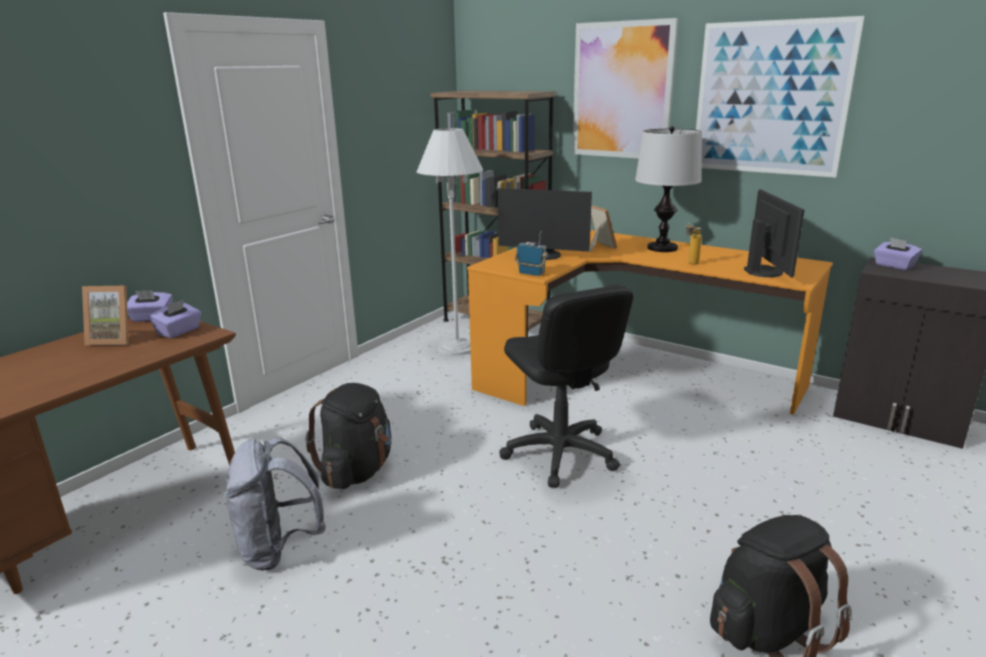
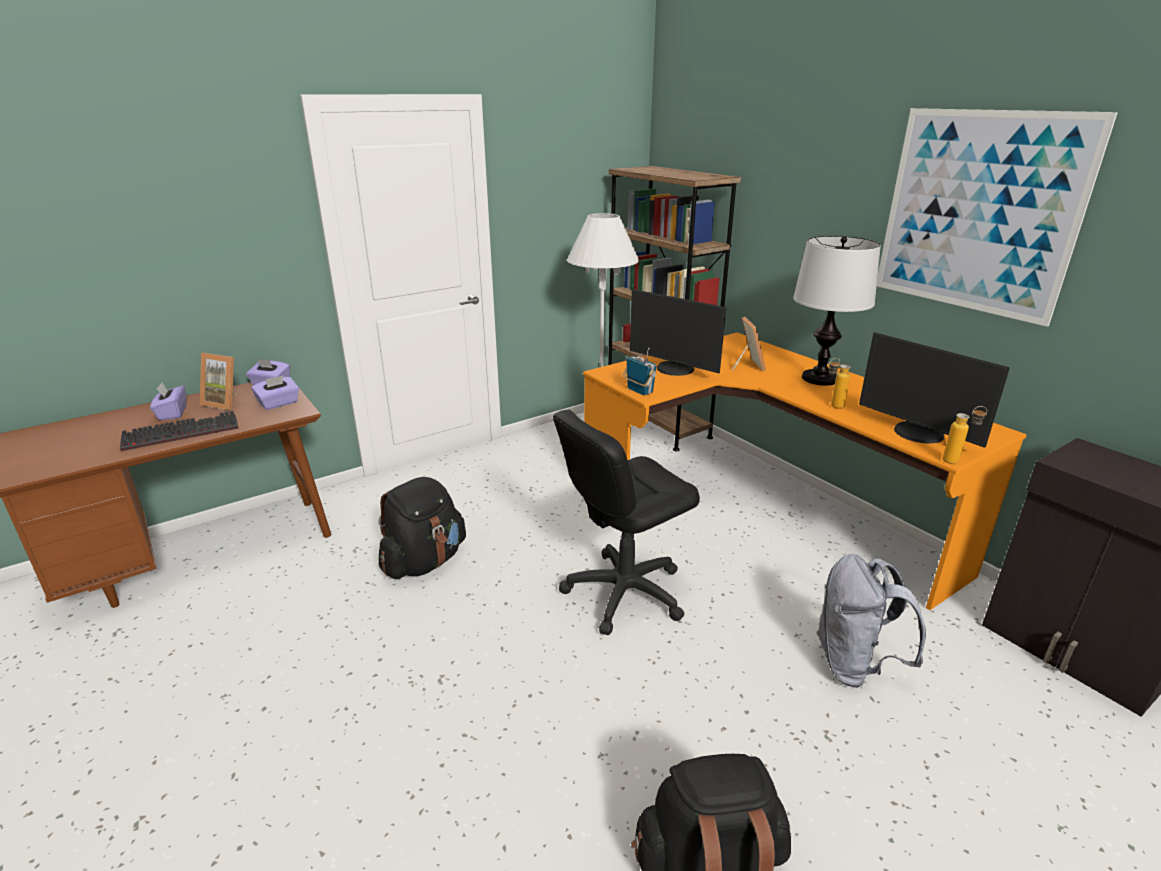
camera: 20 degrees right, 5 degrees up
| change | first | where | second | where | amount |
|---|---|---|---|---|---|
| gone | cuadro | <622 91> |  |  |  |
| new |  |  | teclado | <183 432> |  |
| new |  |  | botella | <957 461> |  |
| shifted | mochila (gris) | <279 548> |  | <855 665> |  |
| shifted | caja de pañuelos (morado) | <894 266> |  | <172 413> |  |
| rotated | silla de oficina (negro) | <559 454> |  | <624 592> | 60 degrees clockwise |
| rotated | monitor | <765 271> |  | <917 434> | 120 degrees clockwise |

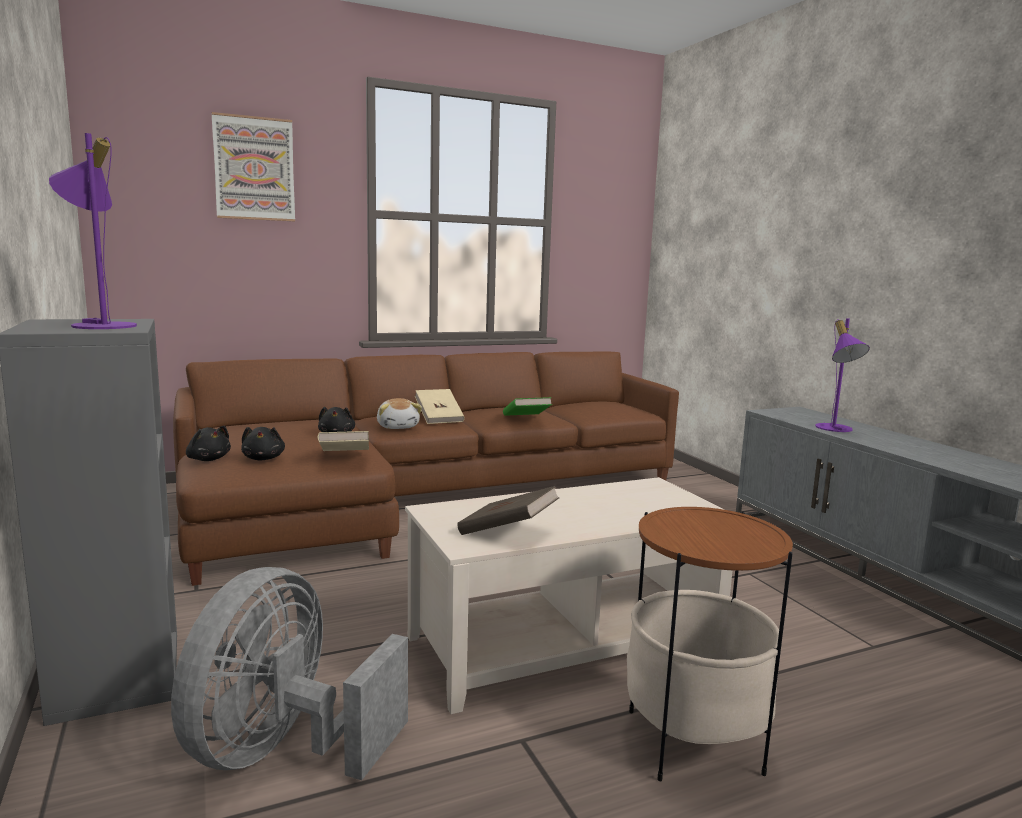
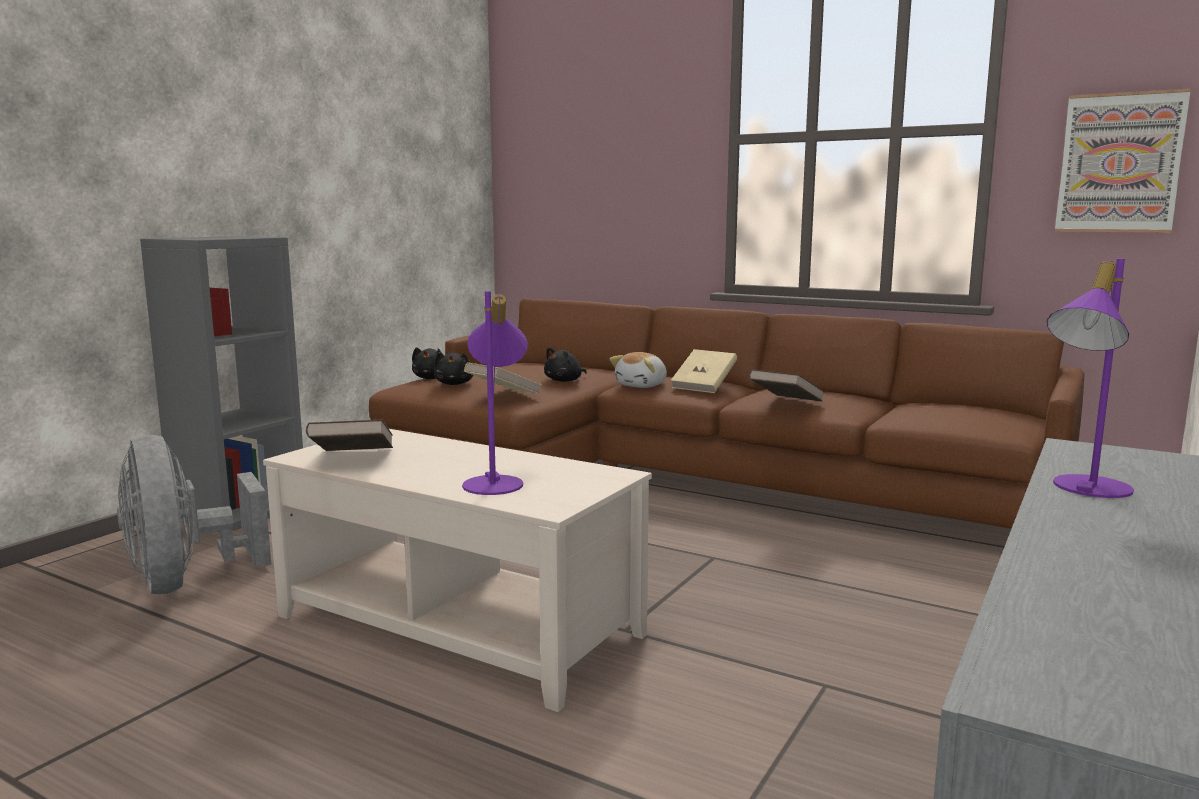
camera: 55 degrees right, 0 degrees up
| change | first | where | second | where | amount |
|---|---|---|---|---|---|
| gone | mesa auxiliar | <693 742> |  |  |  |
| shifted | lámpara de mesa (morado) | <100 325> |  | <496 481> |  |
| shifted | cuadro | <254 169> |  | <1119 163> |  |
| repainted | libro (verde) | <526 419> | libro (marrón) | <786 403> |  |
| rotated | ventilador (gris) | <285 750> |  | <186 581> | 105 degrees counterclockwise |
| rotated | peluche (negro) | <263 458> |  | <454 384> | 45 degrees counterclockwise |

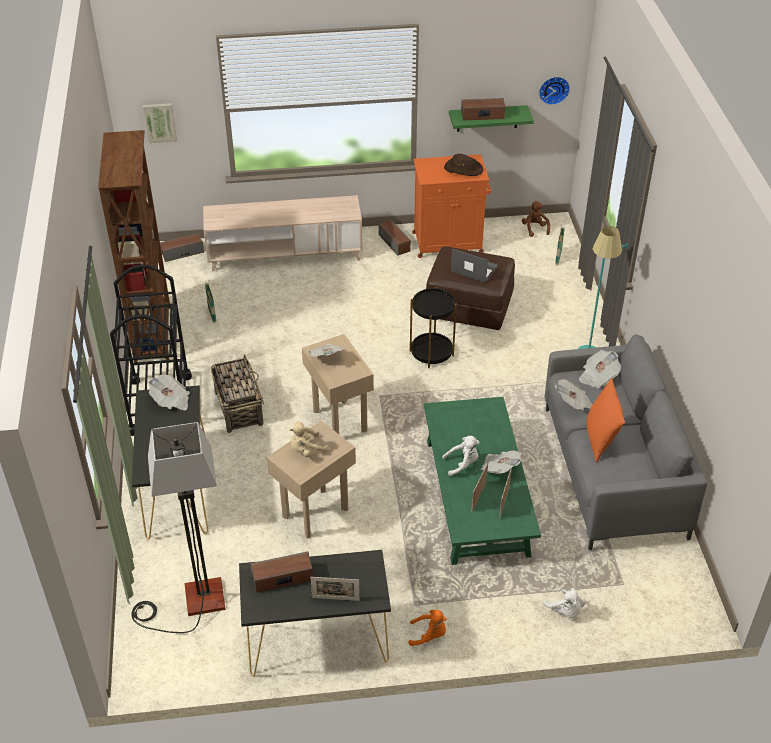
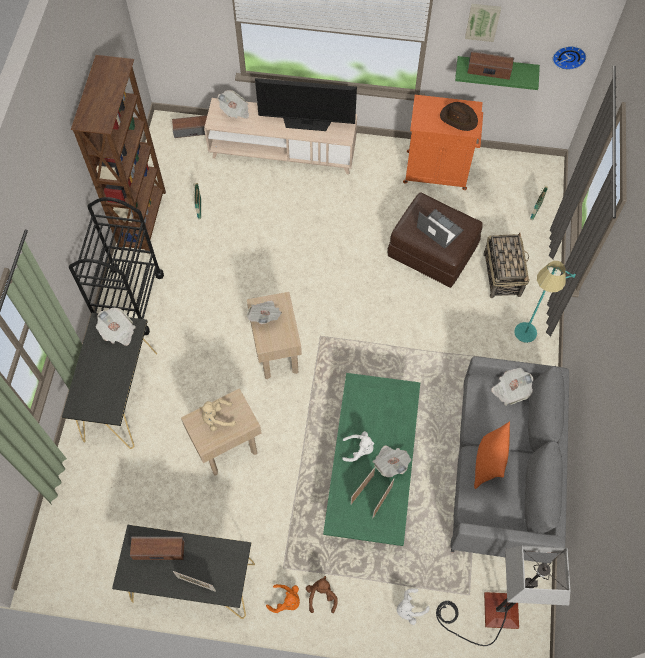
camera: 15 degrees right, 20 degrees up
| change | first | where | second | where | amount |
|---|---|---|---|---|---|
| gone | altavoz | <394 243> |  |  |  |
| gone | mesa auxiliar (negro) | <431 353> |  |  |  |
| new |  |  | televisor | <307 122> |  |
| shifted | lámpara de pie | <191 603> |  | <489 614> |  |
| shifted | cuadro | <160 122> |  | <482 21> |  |
| shifted | cesta | <239 408> |  | <502 274> |  |
| shifted | peluche (marrón) | <534 228> |  | <321 595> |  |
| shifted | periódico | <573 403> |  | <235 111> |  |
| rotated | peluche (blanco) | <565 611> |  | <409 609> | 75 degrees clockwise |

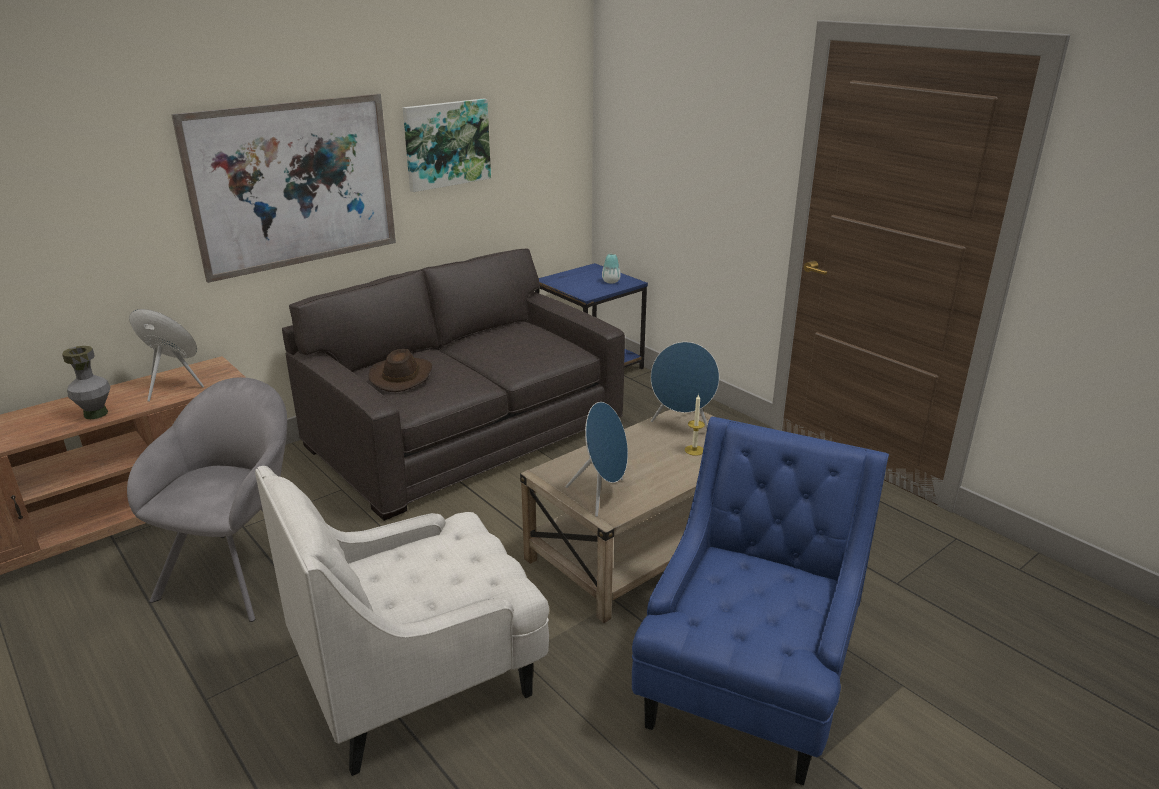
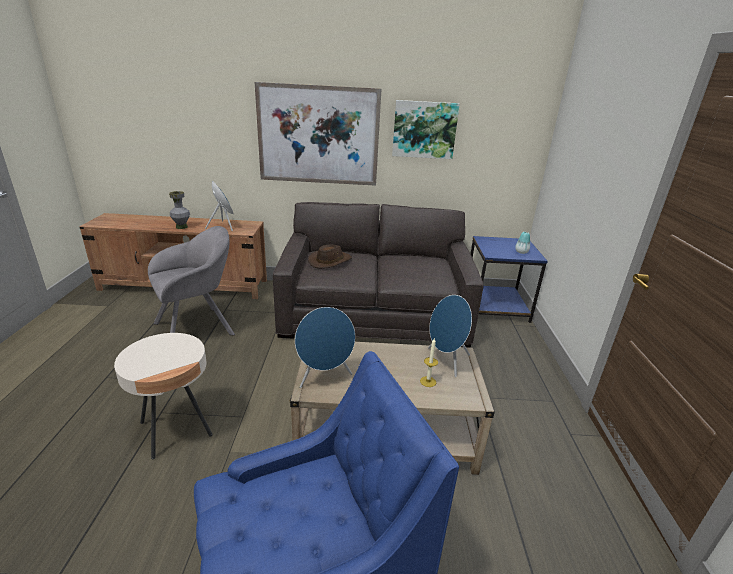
camera: 40 degrees right, 0 degrees up
| change | first | where | second | where | amount |
|---|---|---|---|---|---|
| swapped | sillón (blanco) | <420 680> | mesa auxiliar (beis) | <176 429> |  |

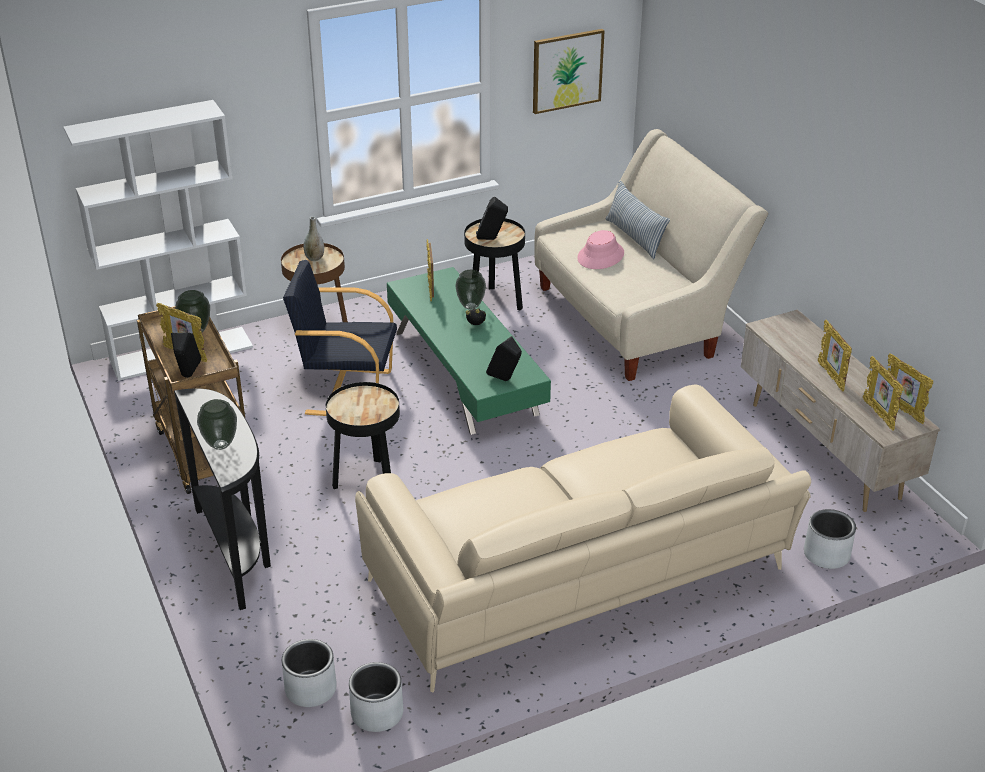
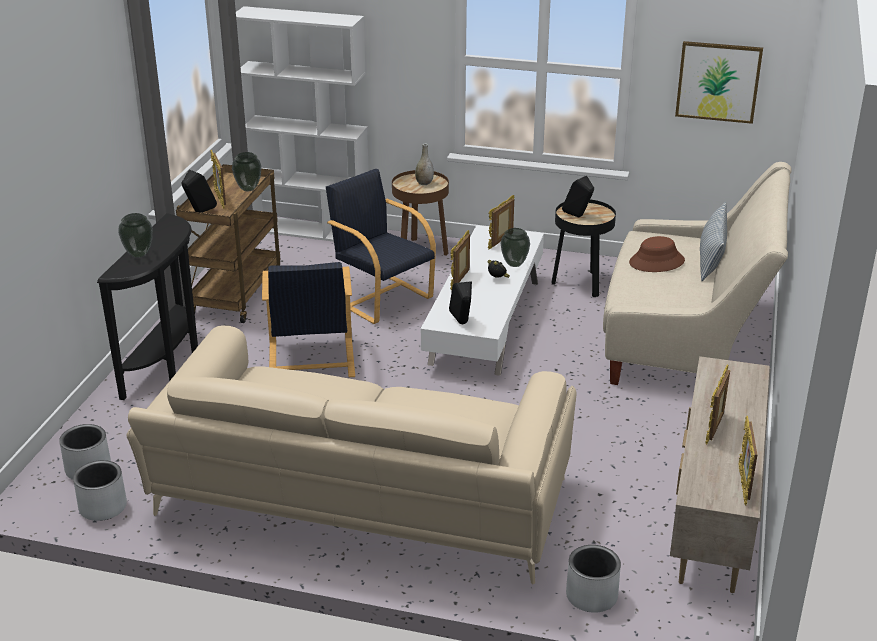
camera: 40 degrees right, 5 degrees down
| change | first | where | second | where | amount |
|---|---|---|---|---|---|
| shifted | portarretratos | <878 415> |  | <460 280> |  |
| swapped | mesa auxiliar (negro) | <367 481> | sillón (negro) | <311 361> |  |
| repainted | mesa de centro (verde) | <466 373> | mesa de centro (blanco) | <486 322> |  |
| repainted | sombrero (rosa) | <601 256> | sombrero (marrón) | <656 262> |  |

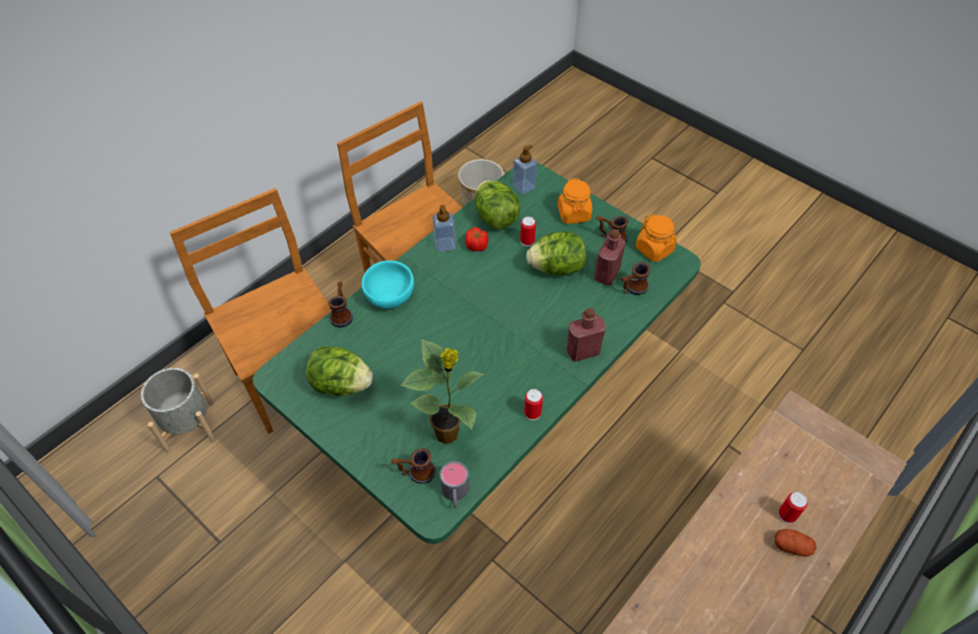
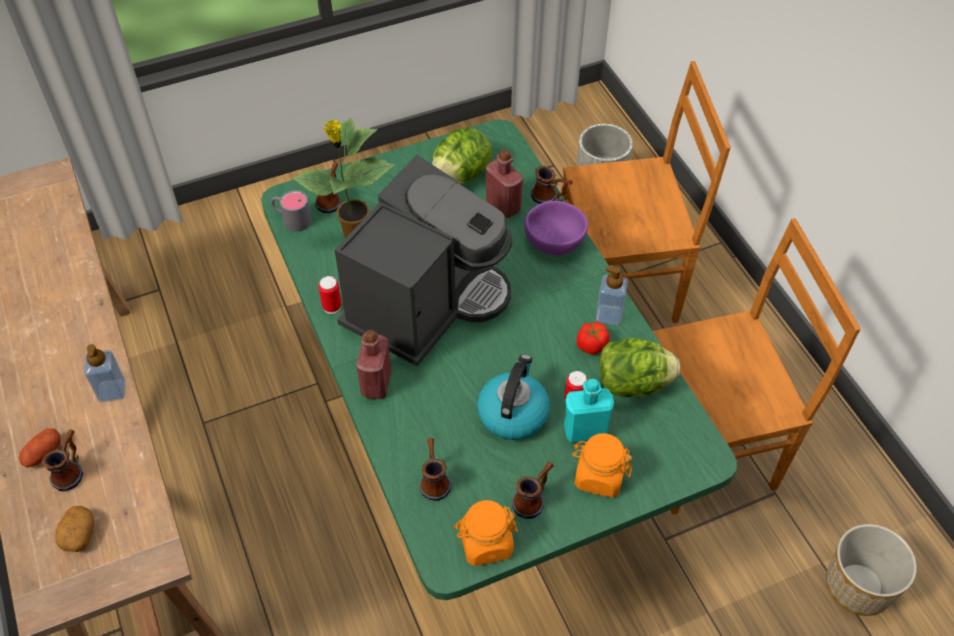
camera: 115 degrees right, 0 degrees up
| change | first | where | second | where | amount |
|---|---|---|---|---|---|
| new |  |  | patata | <78 534> |  |
| new |  |  | cafetera | <426 302> |  |
| new |  |  | botella (turquesa) | <585 431> |  |
| shifted | dispensador de jabón | <524 187> |  | <112 390> |  |
| shifted | botella (rojo) | <606 274> |  | <503 206> |  |
| swapped | lechuga | <556 268> | hervidor | <512 413> |  |
| swapped | lata | <787 515> | taza grande | <71 470> |  |
| repainted | cuenco (turquesa) | <391 295> | cuenco (morado) | <554 243> |  |

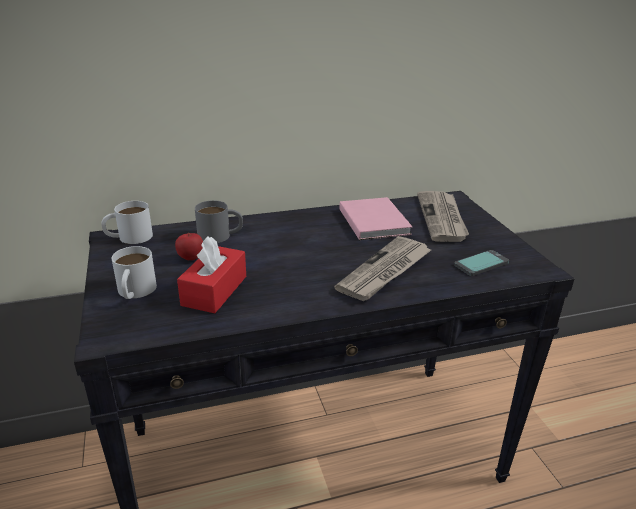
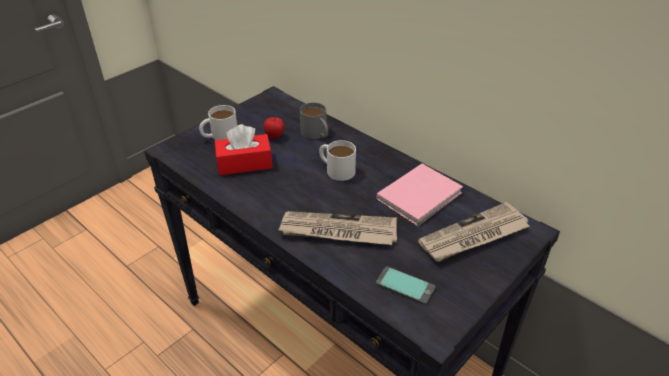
camera: 60 degrees right, 10 degrees up
| change | first | where | second | where | amount |
|---|---|---|---|---|---|
| shifted | taza grande (blanco) | <129 237> |  | <336 169> |  |

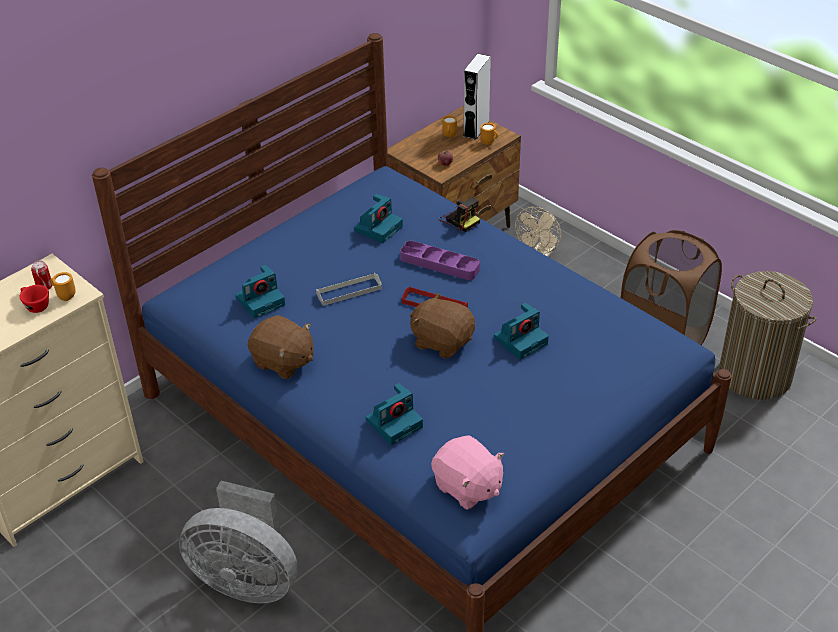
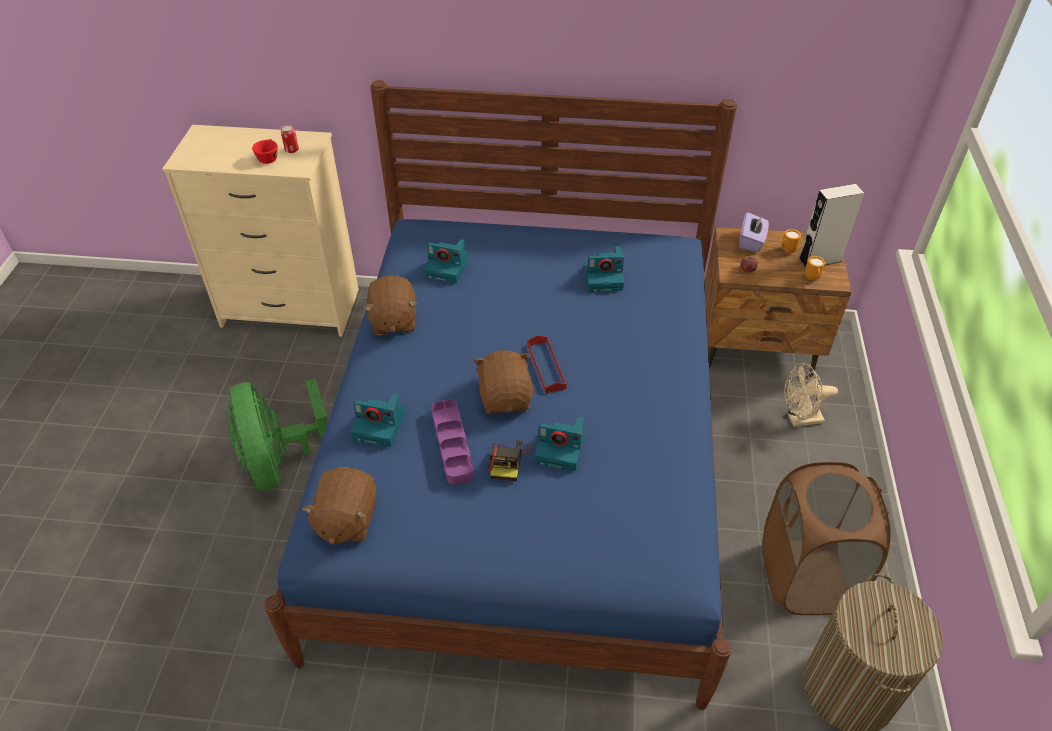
camera: 50 degrees right, 5 degrees up
| change | first | where | second | where | amount |
|---|---|---|---|---|---|
| gone | taza grande (naranja) | <65 296> |  |  |  |
| gone | bandeja (gris) | <349 291> |  |  |  |
| new |  |  | caja de pañuelos (morado) | <751 242> |  |
| shifted | bandeja (morado) | <439 264> |  | <452 444> |  |
| shifted | cámara | <459 220> |  | <508 461> |  |
| repainted | ventilador (gris) | <247 579> | ventilador (verde) | <280 462> |  |
| repainted | peluche (rosa) | <467 487> | peluche (marrón) | <346 520> |  |

